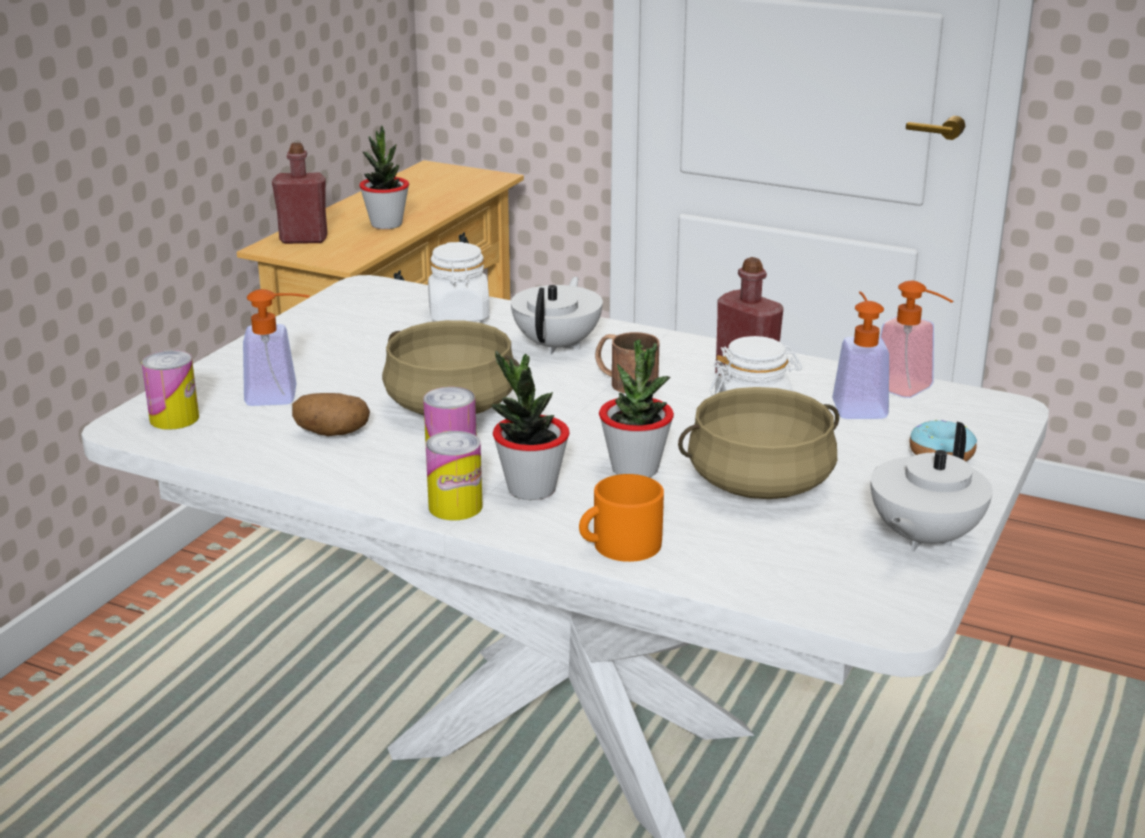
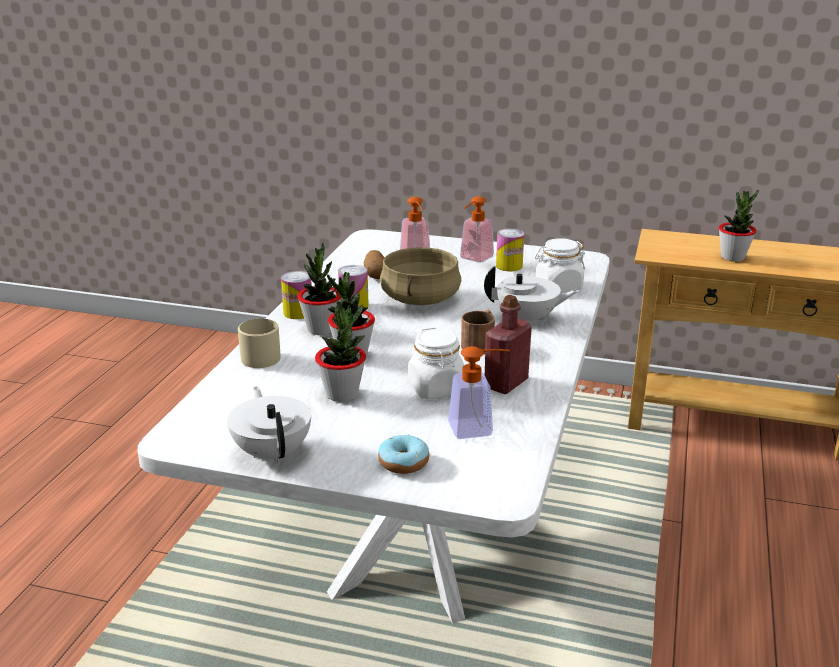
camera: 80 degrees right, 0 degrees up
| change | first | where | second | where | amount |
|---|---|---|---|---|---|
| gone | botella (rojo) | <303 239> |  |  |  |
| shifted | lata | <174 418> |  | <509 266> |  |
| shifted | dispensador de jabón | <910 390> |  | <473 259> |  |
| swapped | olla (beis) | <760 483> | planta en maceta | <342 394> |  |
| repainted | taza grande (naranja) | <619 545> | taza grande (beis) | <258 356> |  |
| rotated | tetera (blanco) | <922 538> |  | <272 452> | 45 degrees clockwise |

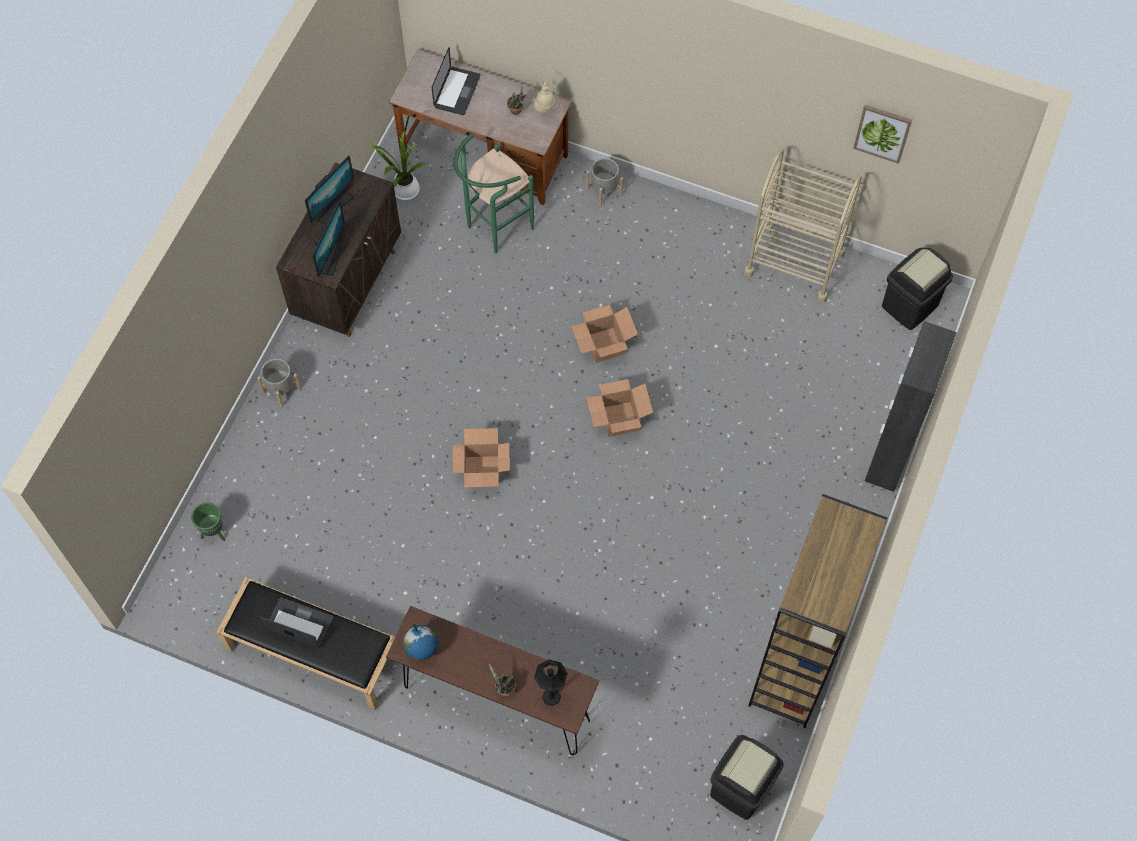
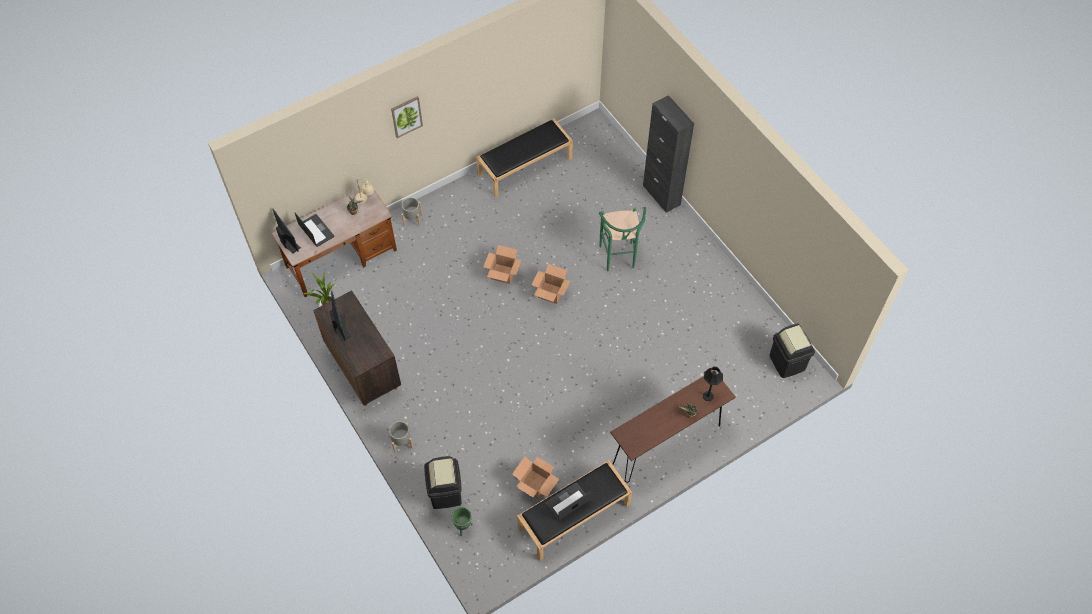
camera: 55 degrees left, 5 degrees down
| change | first | where | second | where | amount |
|---|---|---|---|---|---|
| gone | globo terráqueo | <422 650> |  |  |  |
| gone | estantería (marrón) | <796 665> |  |  |  |
| shifted | monitor | <331 256> |  | <288 242> |  |
| shifted | taburete (verde) | <494 230> |  | <618 260> |  |
| shifted | caja de cartón | <483 470> |  | <535 484> |  |
| shifted | cuadro | <882 132> |  | <406 116> |  |
| shifted | papelera (negro) | <910 306> |  | <446 493> |  |
| swapped | carrito (beis) | <794 263> | banco (negro) | <525 166> |  |

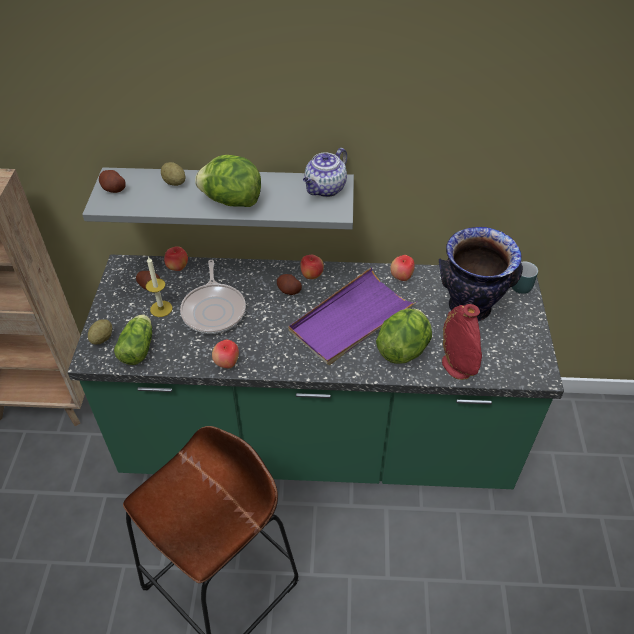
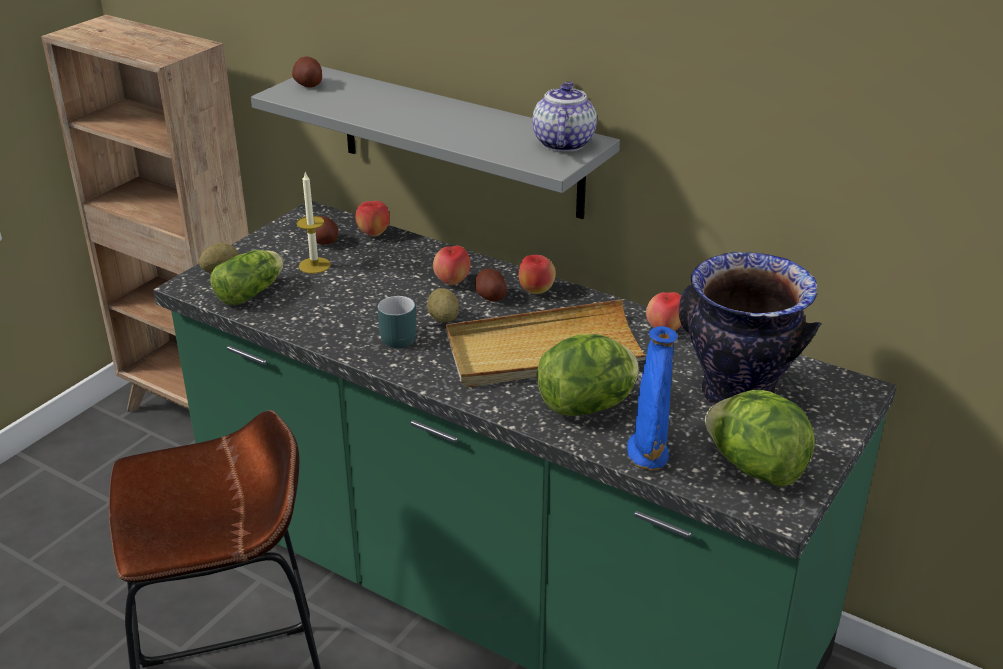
camera: 30 degrees right, 15 degrees down
| change | first | where | second | where | amount |
|---|---|---|---|---|---|
| gone | sartén | <214 309> |  |  |  |
| shifted | patata | <174 182> |  | <443 318> |  |
| shifted | lechuga | <231 201> |  | <754 468> |  |
| shifted | manzana | <227 363> |  | <452 282> |  |
| shifted | taza grande (turquesa) | <518 284> |  | <399 336> |  |
| repainted | bandeja (morado) | <351 319> | bandeja (beis) | <545 351> |  |
| repainted | florero (rojo) | <456 367> | florero (azul) | <647 452> |  |
| rotated | tetera | <325 189> |  | <563 143> | 120 degrees clockwise |

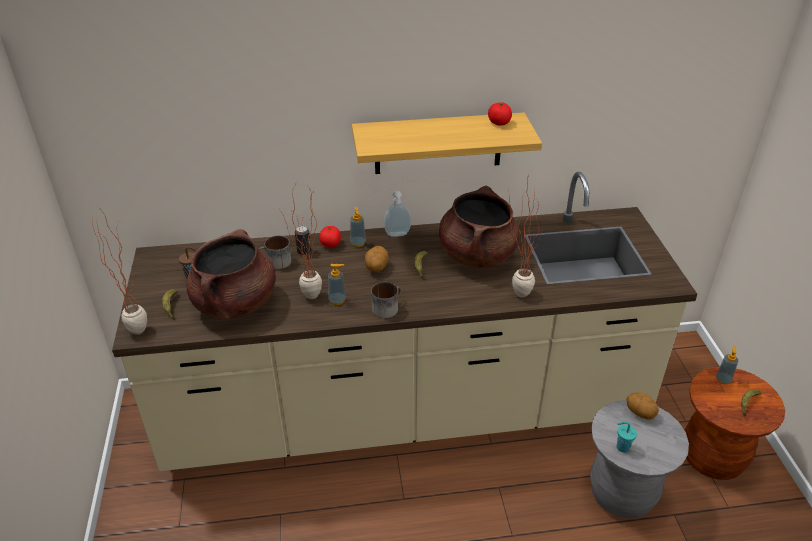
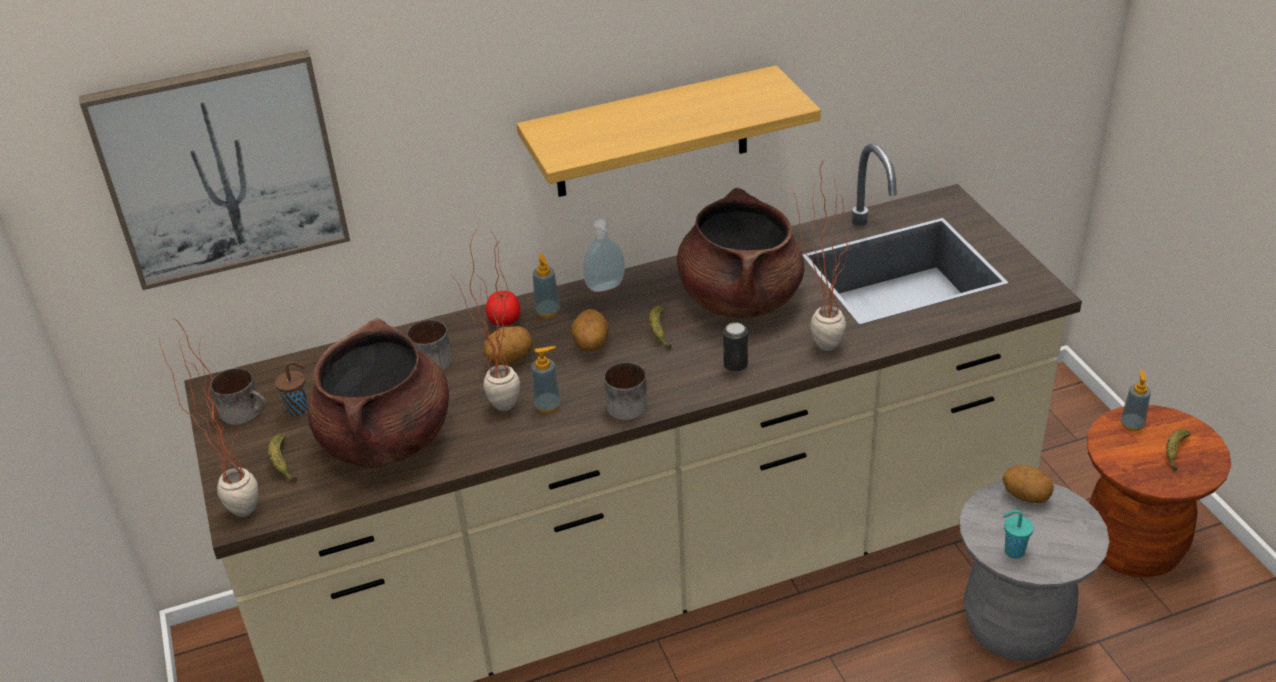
camera: 10 degrees left, 0 degrees up
| change | first | where | second | where | amount |
|---|---|---|---|---|---|
| gone | tomate | <499 123> |  |  |  |
| new |  |  | cuadro | <222 169> |  |
| new |  |  | taza grande | <246 411> |  |
| new |  |  | patata | <509 359> |  |
| shifted | lata | <304 251> |  | <735 365> |  |

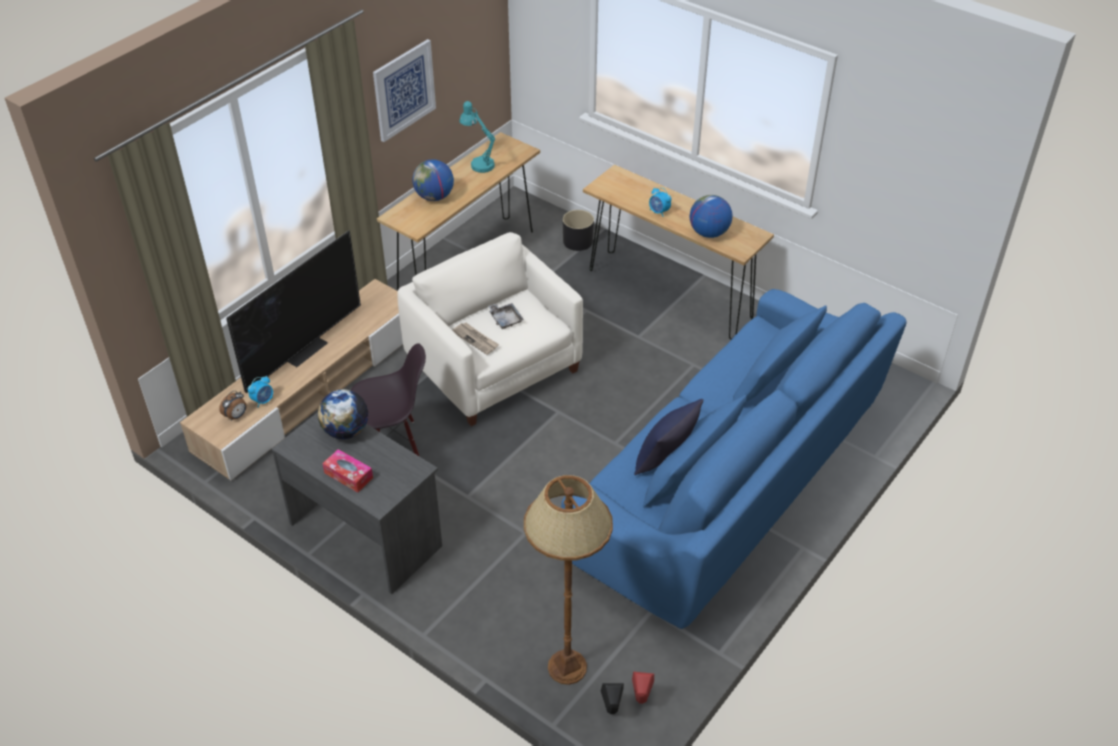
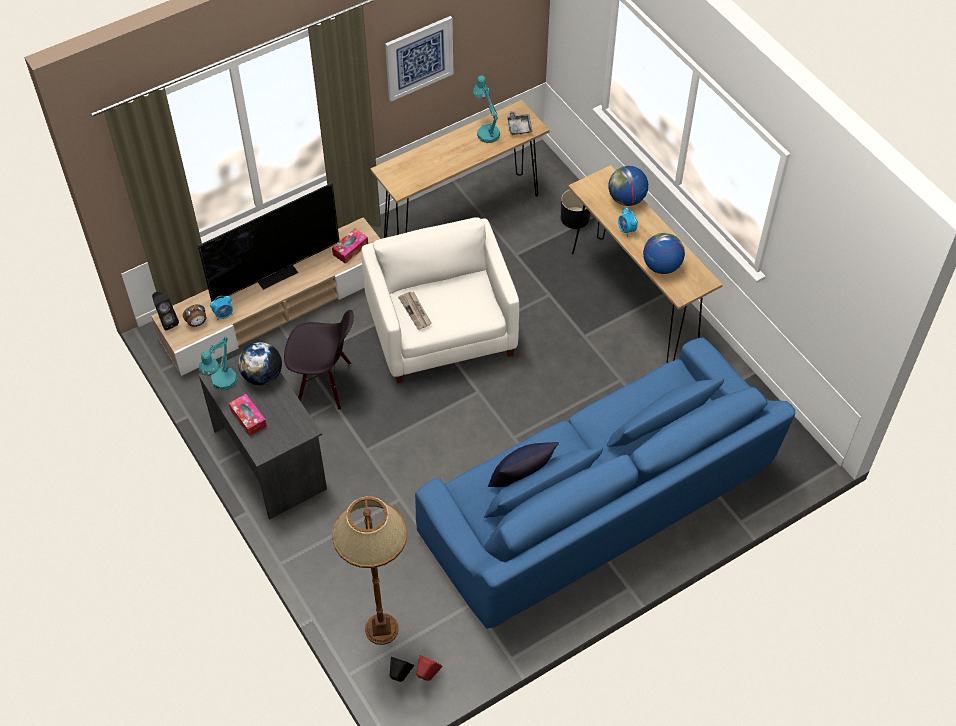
camera: 20 degrees right, 10 degrees up
| change | first | where | second | where | amount |
|---|---|---|---|---|---|
| new |  |  | altavoz (negro) | <166 321> |  |
| new |  |  | lámpara de mesa (turquesa) | <221 384> |  |
| new |  |  | caja de pañuelos | <350 249> |  |
| shifted | globo terráqueo | <434 197> |  | <626 199> |  |
| shifted | bandeja (gris) | <505 319> |  | <519 127> |  |

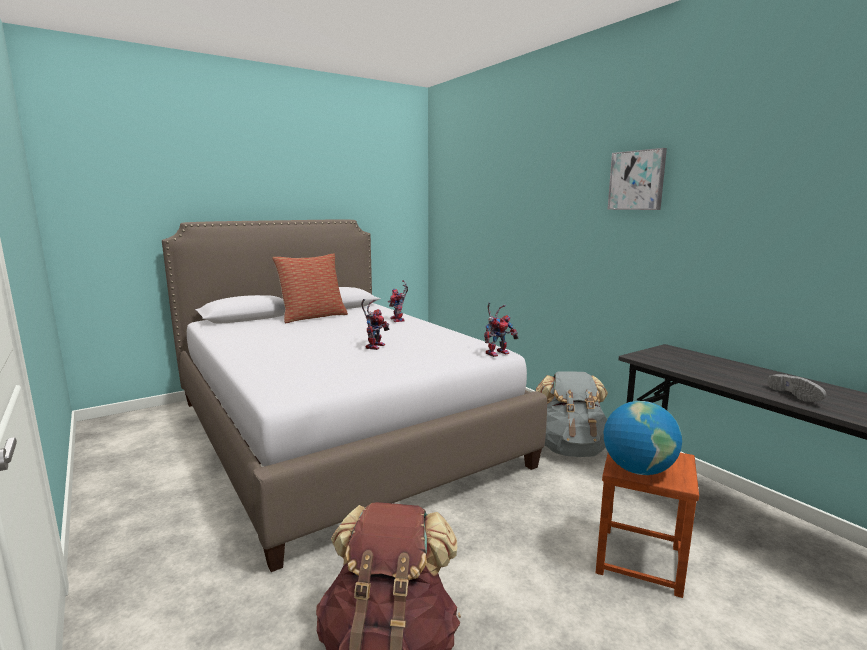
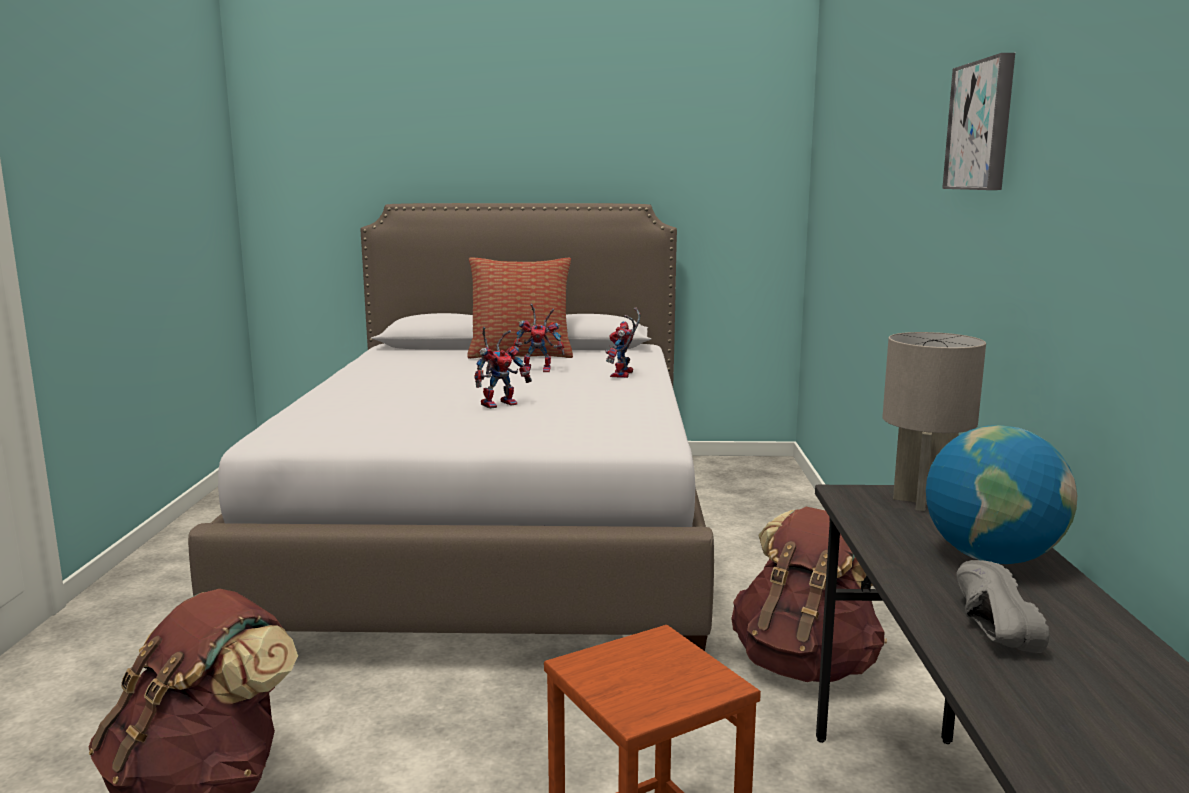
camera: 35 degrees right, 0 degrees up
| change | first | where | second | where | amount |
|---|---|---|---|---|---|
| new |  |  | lámpara de mesa (gris) | <921 502> |  |
| shifted | robot de juguete | <497 353> |  | <539 370> |  |
| shifted | globo terráqueo | <637 469> |  | <991 558> |  |
| repainted | mochila (gris) | <571 449> | mochila (marrón) | <807 663> |  |
| rotated | zapato (gris) | <798 396> |  | <984 627> | 150 degrees clockwise |

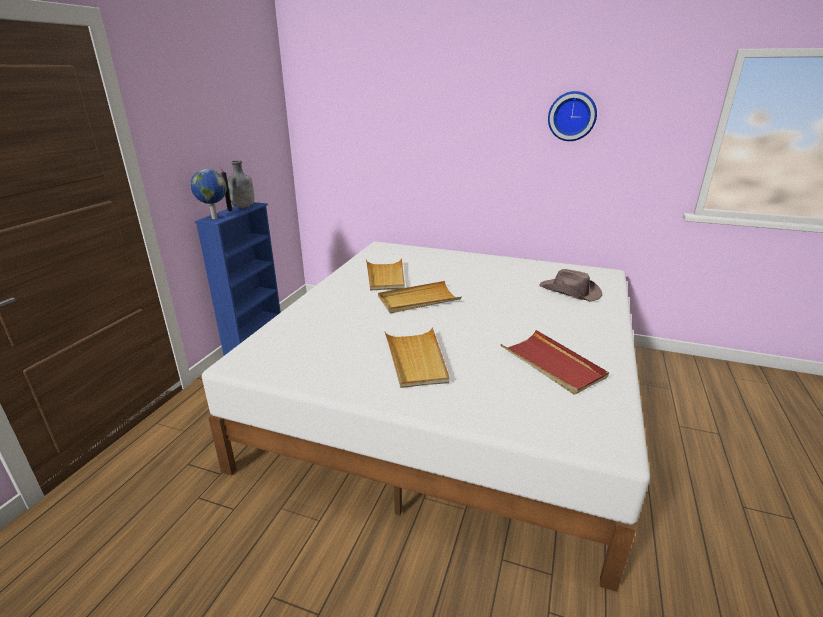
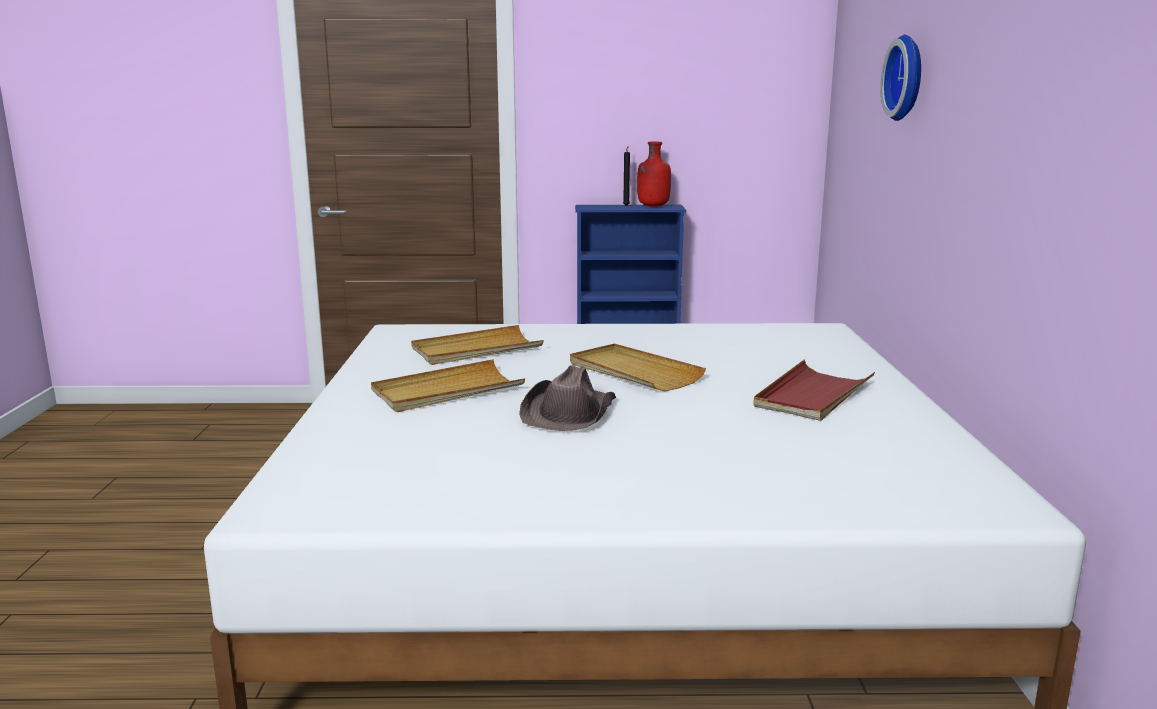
camera: 70 degrees right, 10 degrees down
| change | first | where | second | where | amount |
|---|---|---|---|---|---|
| gone | globo terráqueo | <214 218> |  |  |  |
| shifted | bandeja (beis) | <385 277> |  | <476 350> |  |
| shifted | bandeja (rojo) | <552 364> |  | <812 395> |  |
| shifted | sombrero (marrón) | <570 291> |  | <569 412> |  |
| shifted | reloj de pared | <572 116> |  | <908 78> |  |
| repainted | botella (gris) | <243 207> | botella (rojo) | <652 206> |  |

